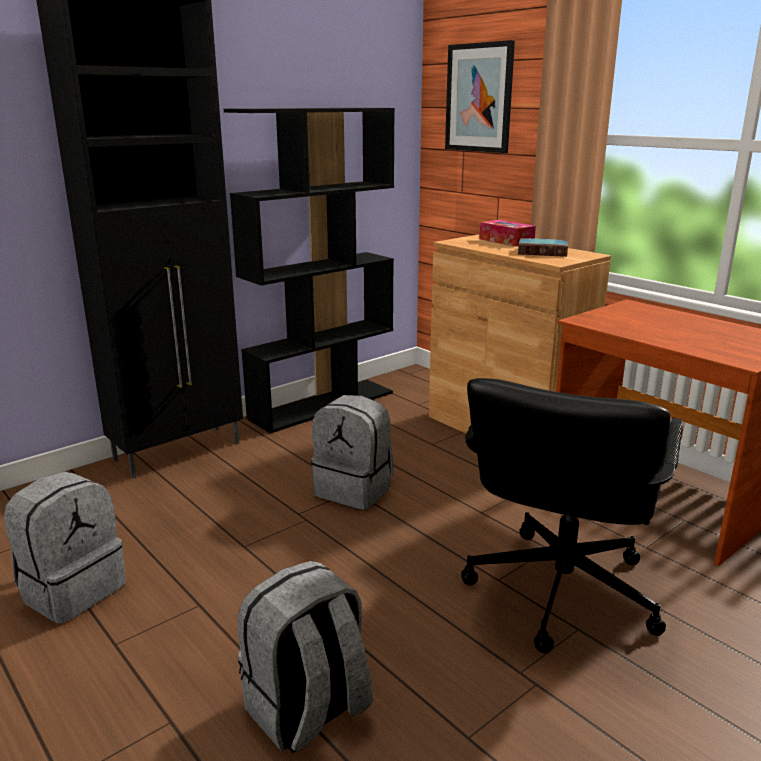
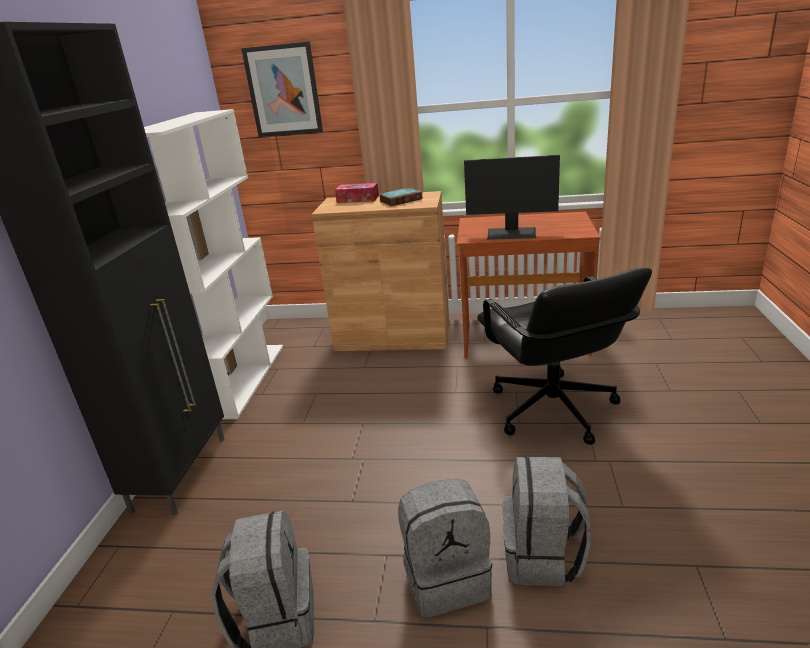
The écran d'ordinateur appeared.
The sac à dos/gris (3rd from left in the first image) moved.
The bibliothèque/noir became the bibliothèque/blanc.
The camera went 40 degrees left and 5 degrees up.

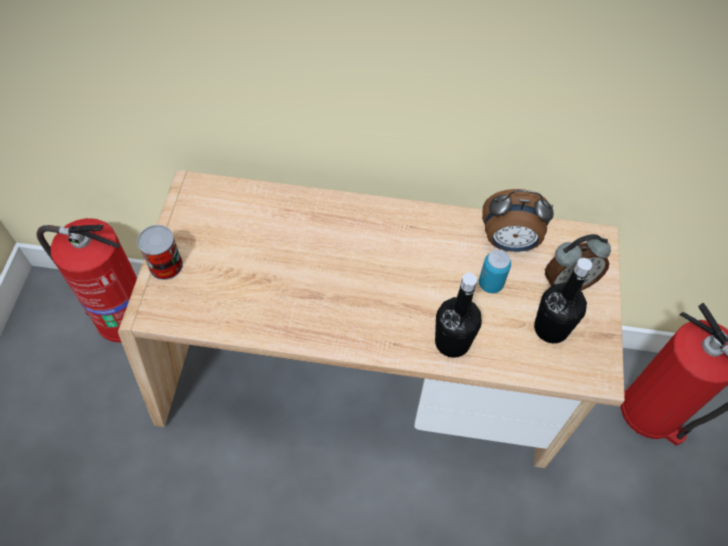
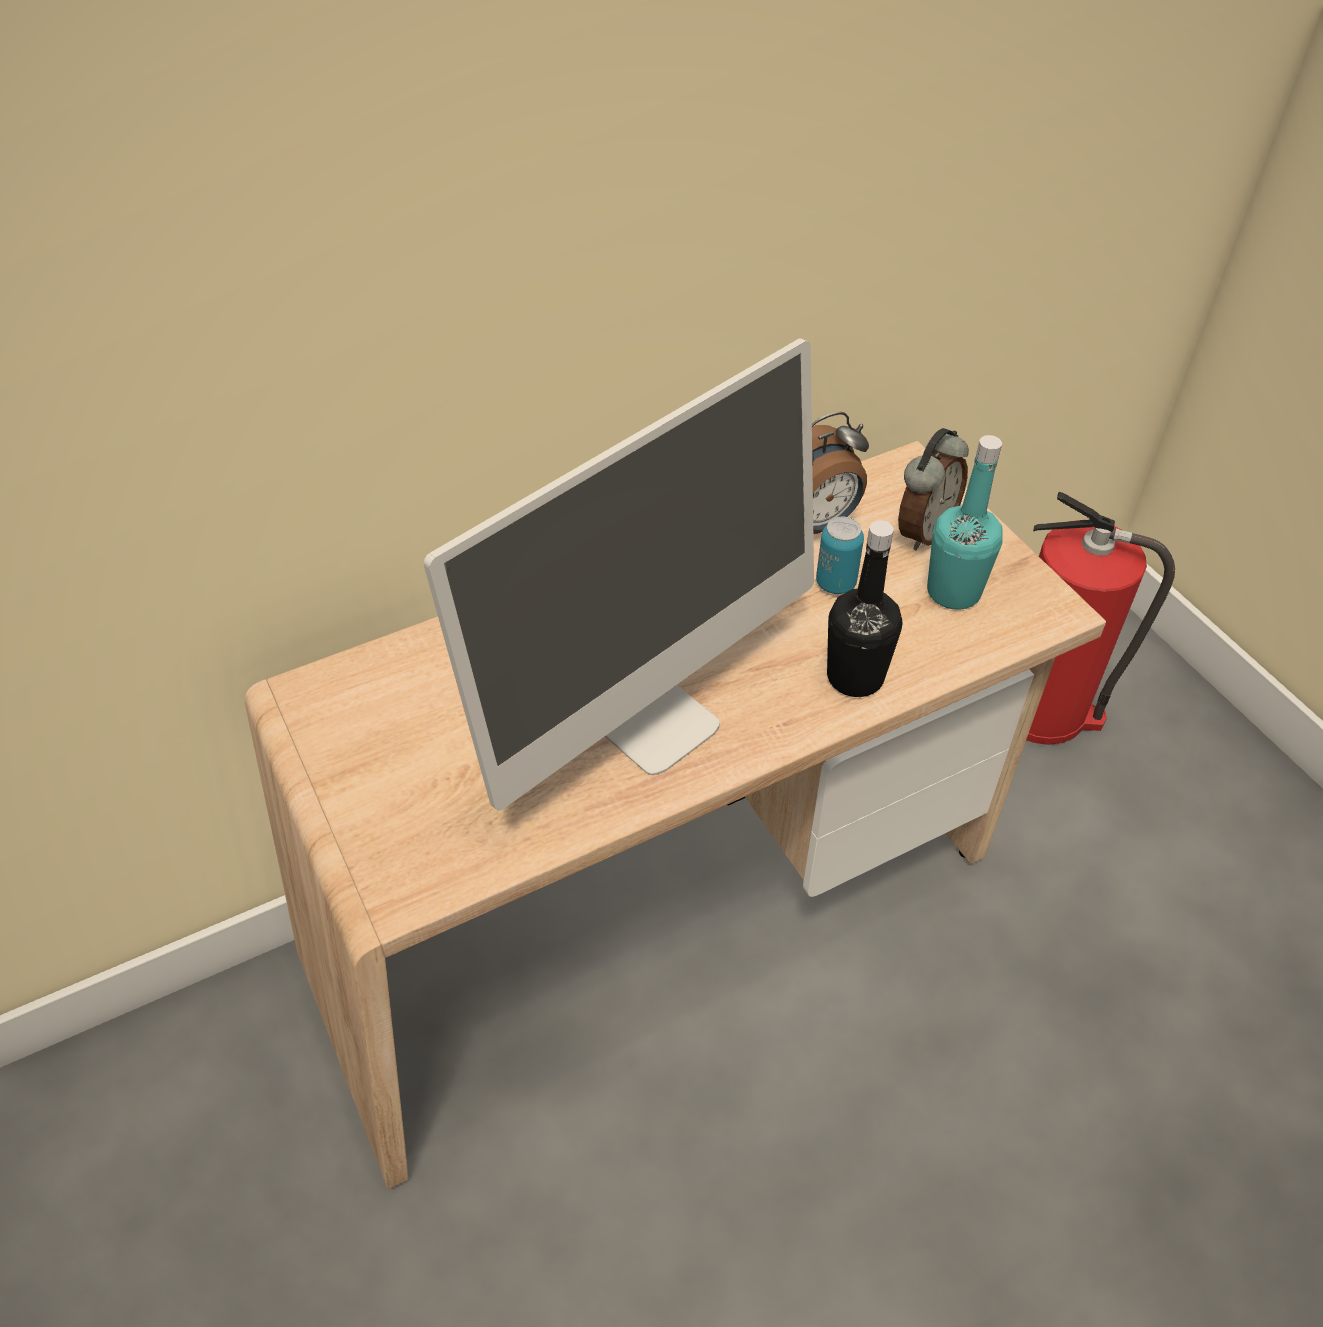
The extincteur (1st from left) disappeared.
The boîte métallique (1st from left) disappeared.
The écran d'ordinateur appeared.
The bouteille/noir (2nd from left) became the bouteille/turquoise.
The camera went 35 degrees left and 10 degrees down.

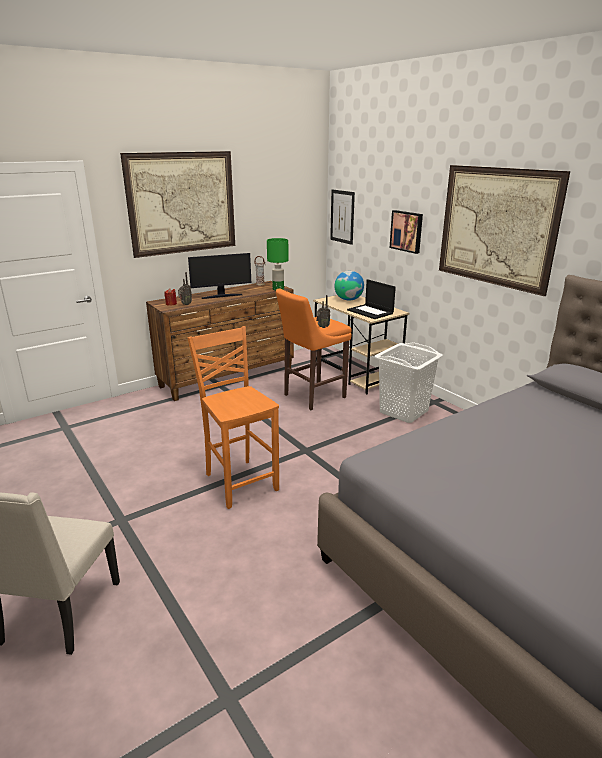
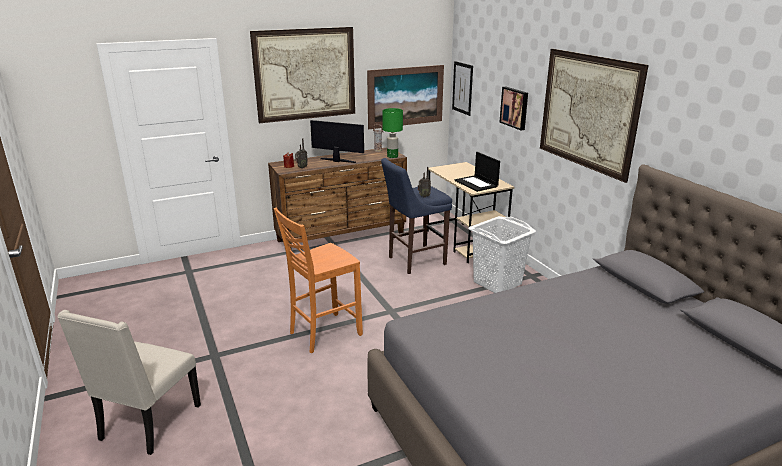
The globe disappeared.
The tableau (2nd from left) appeared.
The tabouret/orange became the tabouret/bleu.
The chaise/orange turned 105 degrees counterclockwise.
The écran d'ordinateur turned 150 degrees counterclockwise.
The camera went 10 degrees right and 0 degrees up.

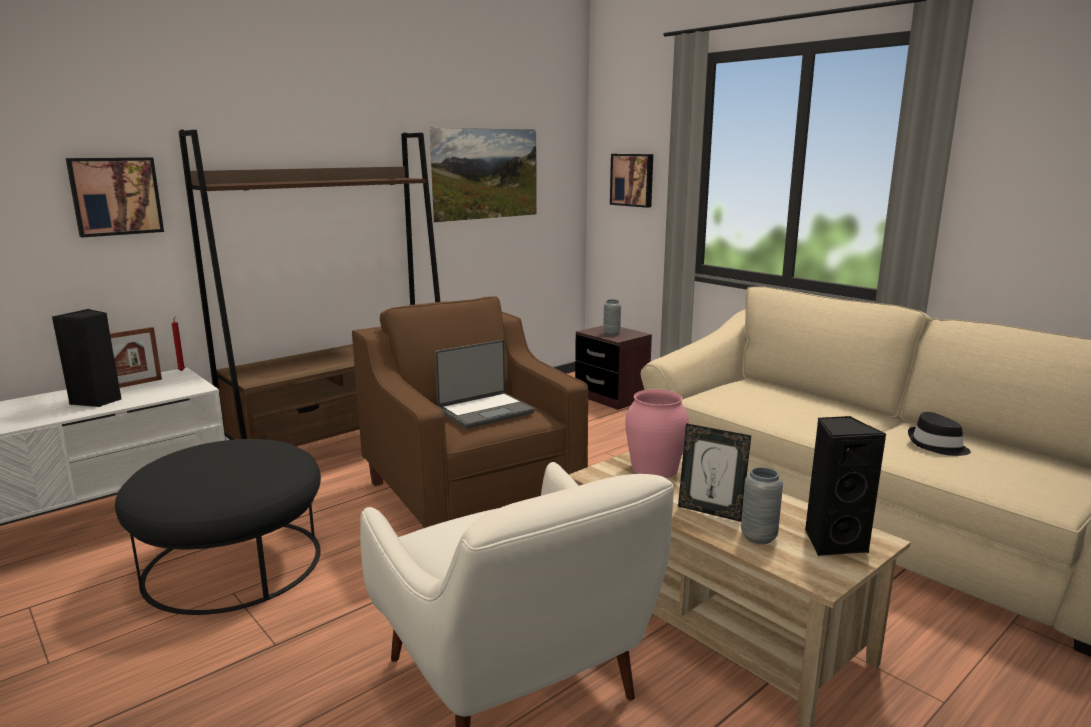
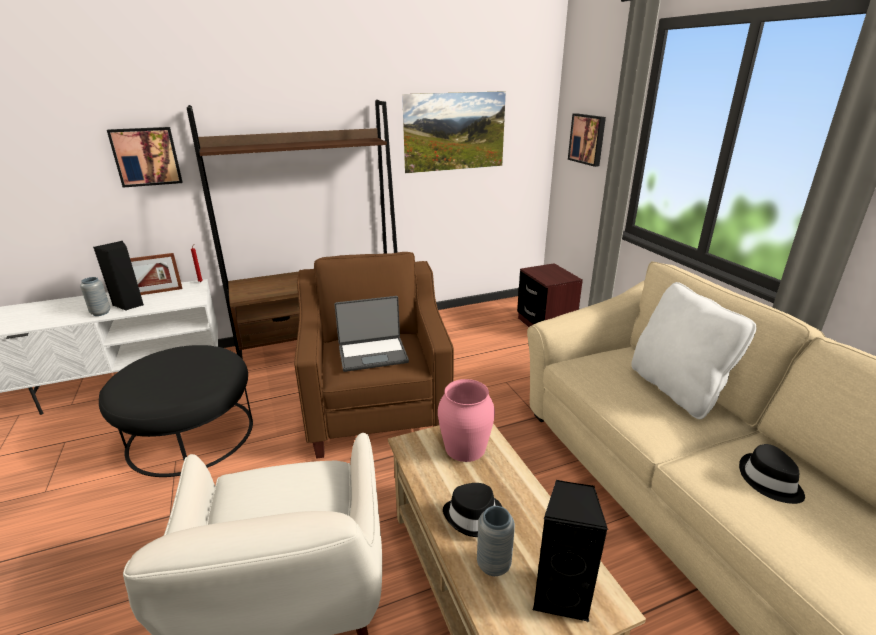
The coussin/blanc appeared.
The vase/gris (1st from left) moved.
The cadre photo (2nd from left) was replaced by the chapeau/noir (1st from left).
The camera went 20 degrees right and 10 degrees up.

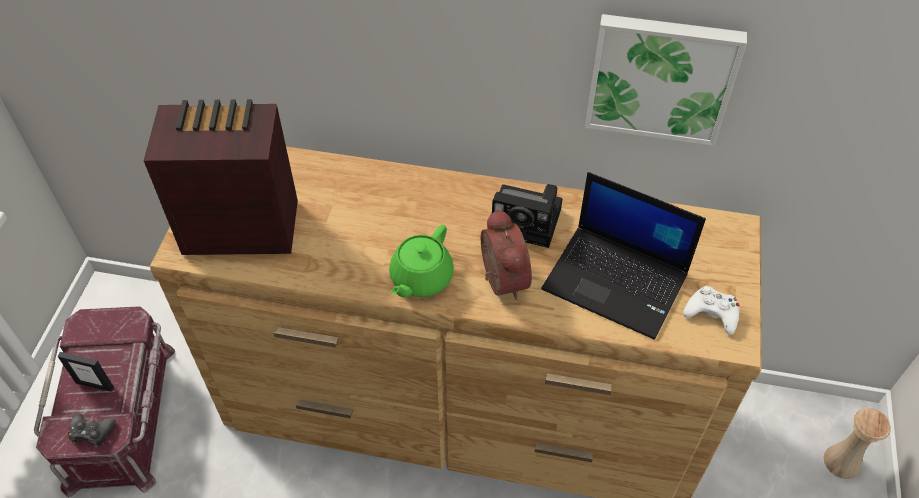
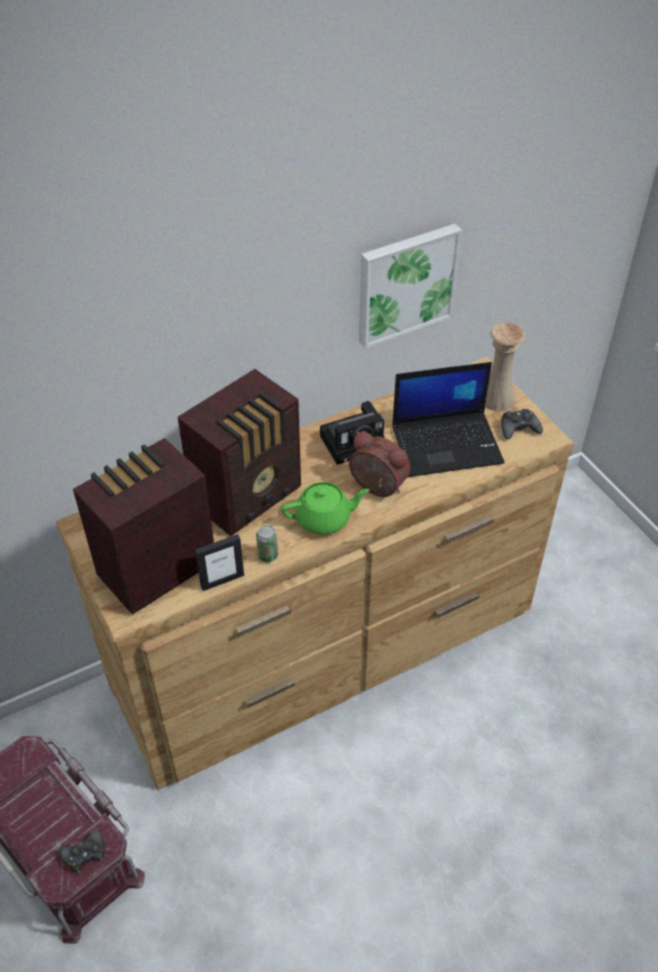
The radio (2nd from left) appeared.
The boîte métallique appeared.
The cadre photo moved.
The vase/beige moved.
The manette/blanc became the manette/noir (2nd from left).
The théière/vert turned 90 degrees counterclockwise.
The camera went 40 degrees left and 5 degrees down.

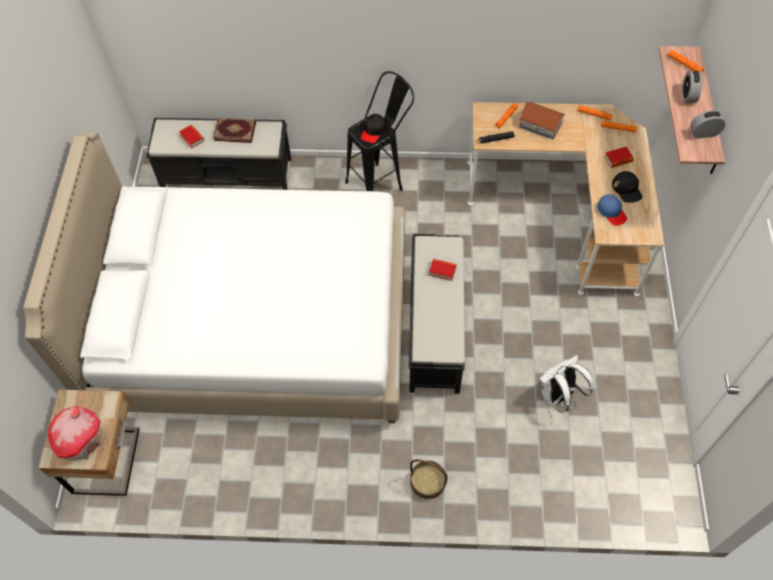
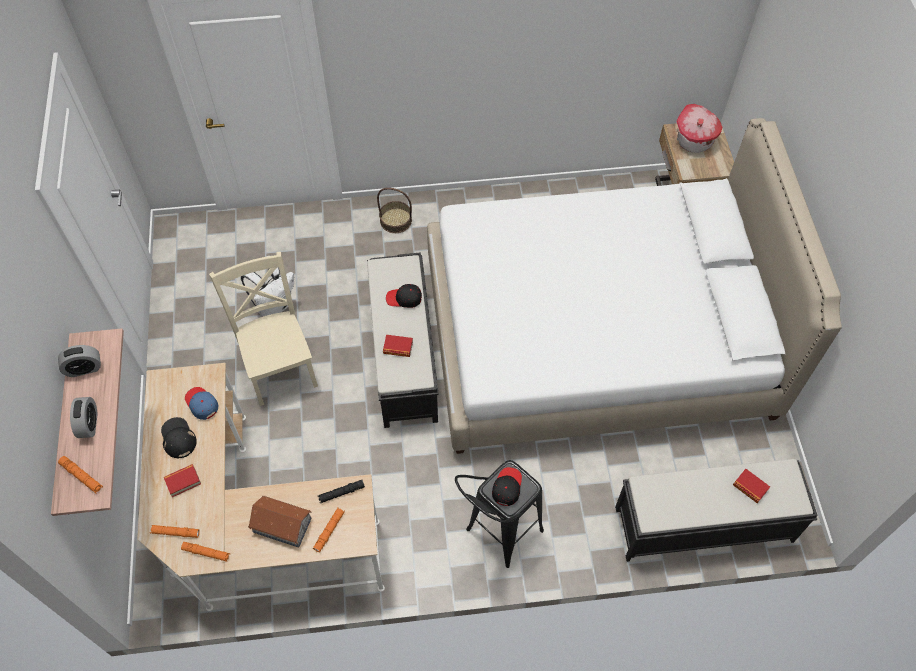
The livre (2nd from left) disappeared.
The chaise/beige appeared.
The casquette/noir (2nd from left) appeared.
The camera went 170 degrees right and 0 degrees up.

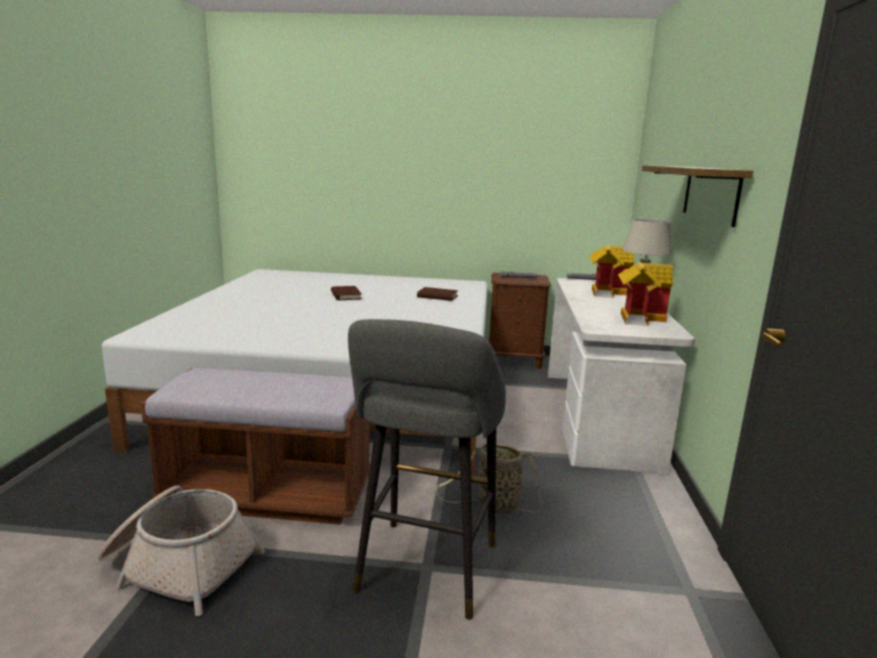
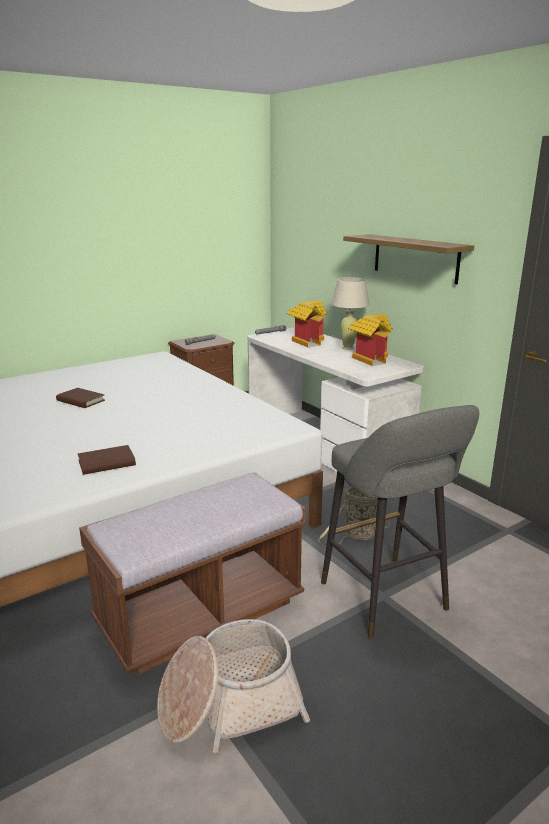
The livre/marron (2nd from left) moved.
The camera went 40 degrees left and 5 degrees up.

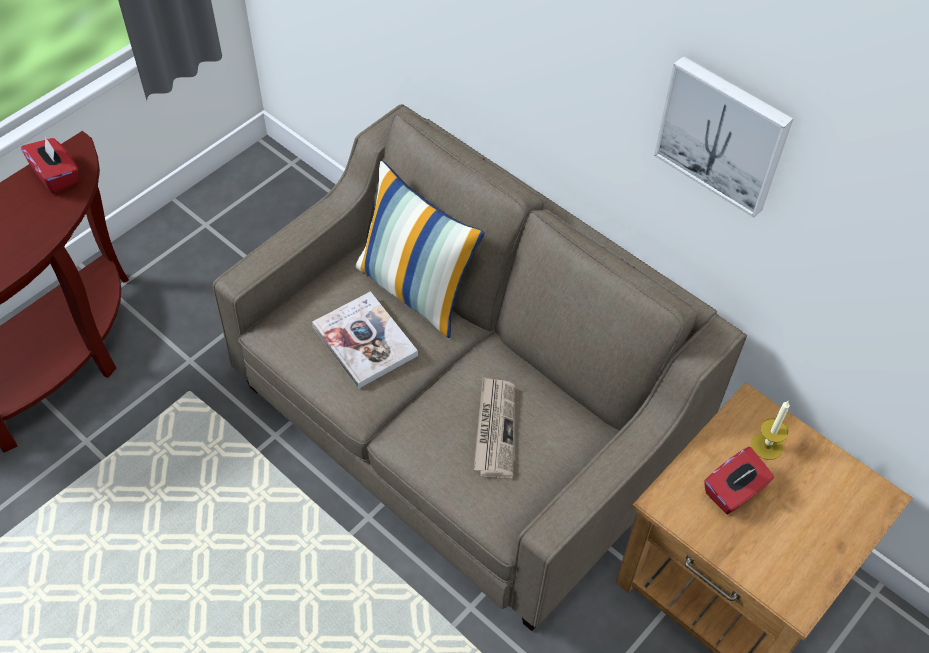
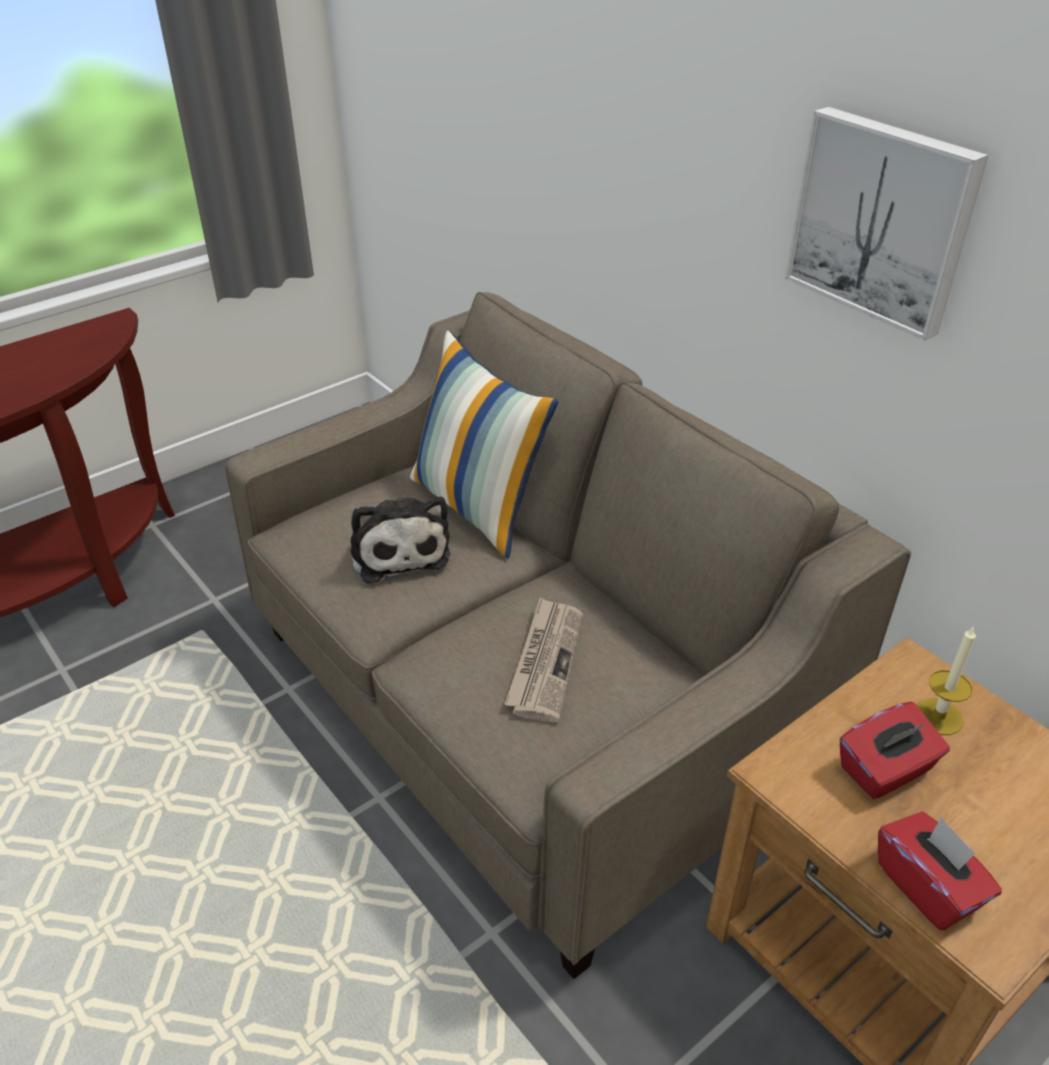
The boîte à mouchoirs/rouge (1st from left in the first image) moved.
The livre was replaced by the peluche.
The camera went 10 degrees right and 15 degrees down.

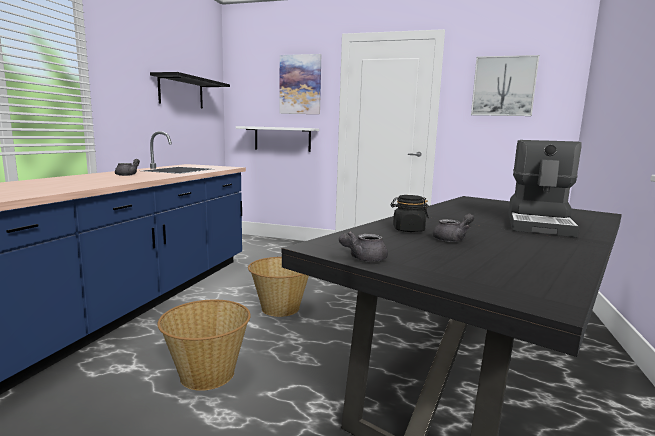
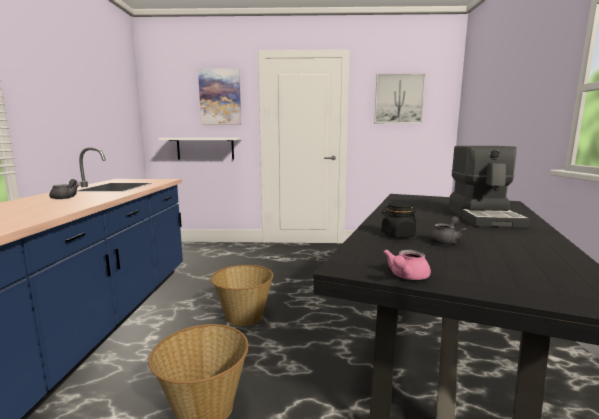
The étagère/noir disappeared.
The théière/gris (2nd from left) became the théière/rose.
The camera went 15 degrees left and 0 degrees up.

